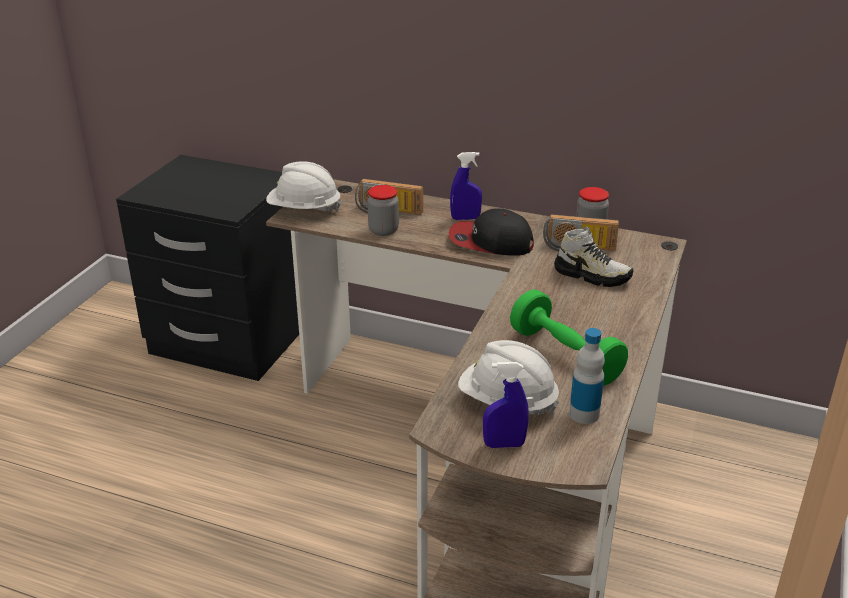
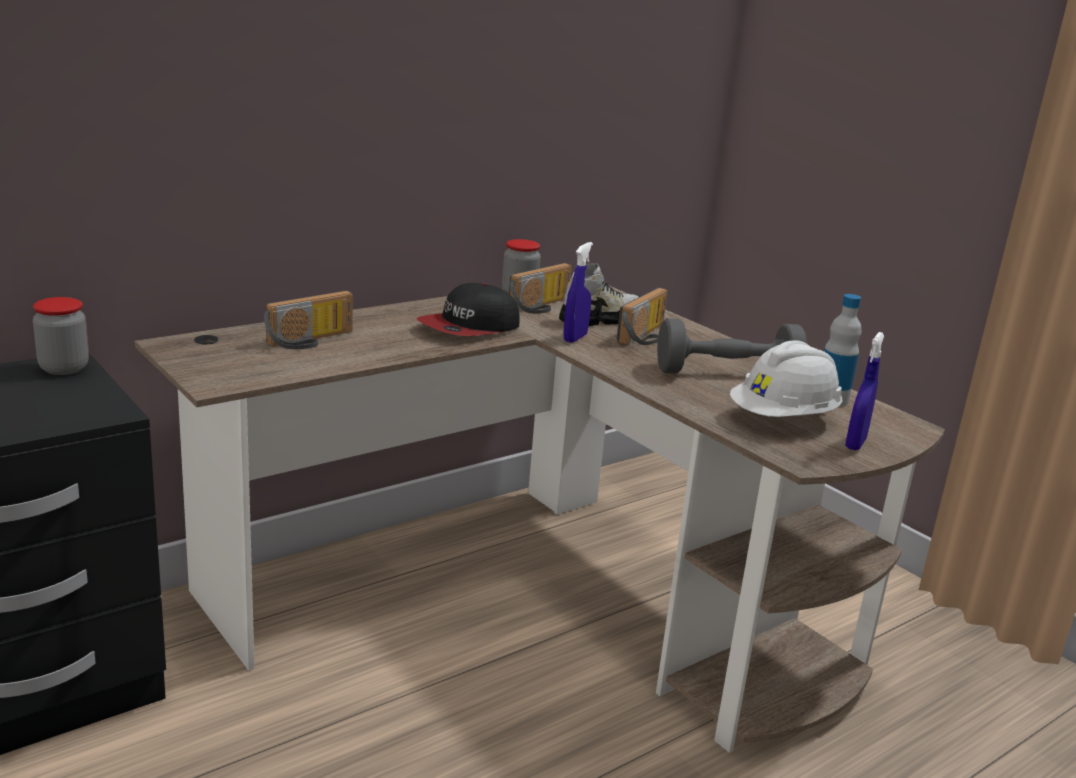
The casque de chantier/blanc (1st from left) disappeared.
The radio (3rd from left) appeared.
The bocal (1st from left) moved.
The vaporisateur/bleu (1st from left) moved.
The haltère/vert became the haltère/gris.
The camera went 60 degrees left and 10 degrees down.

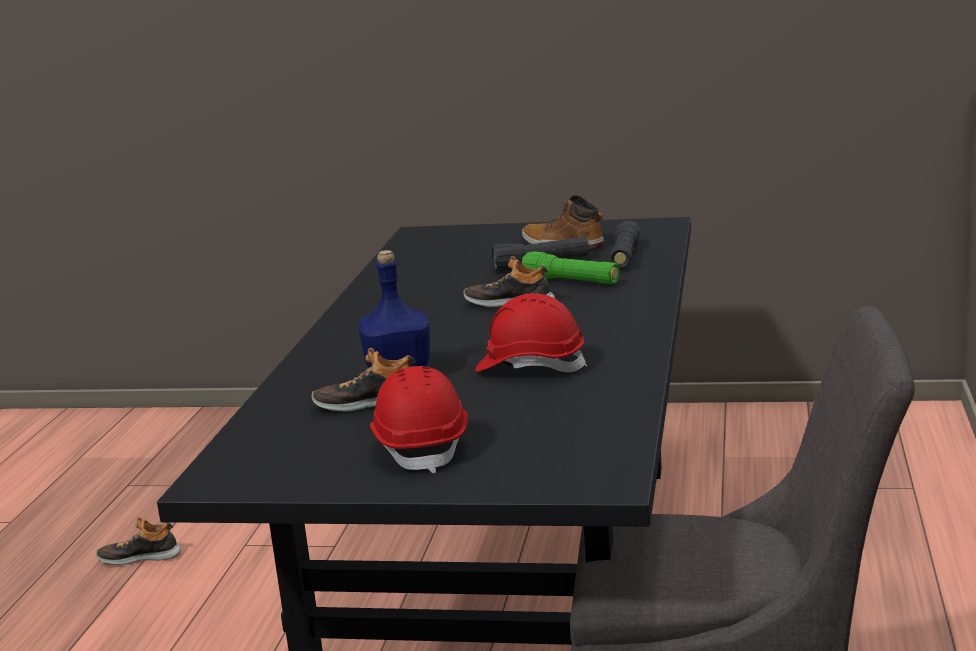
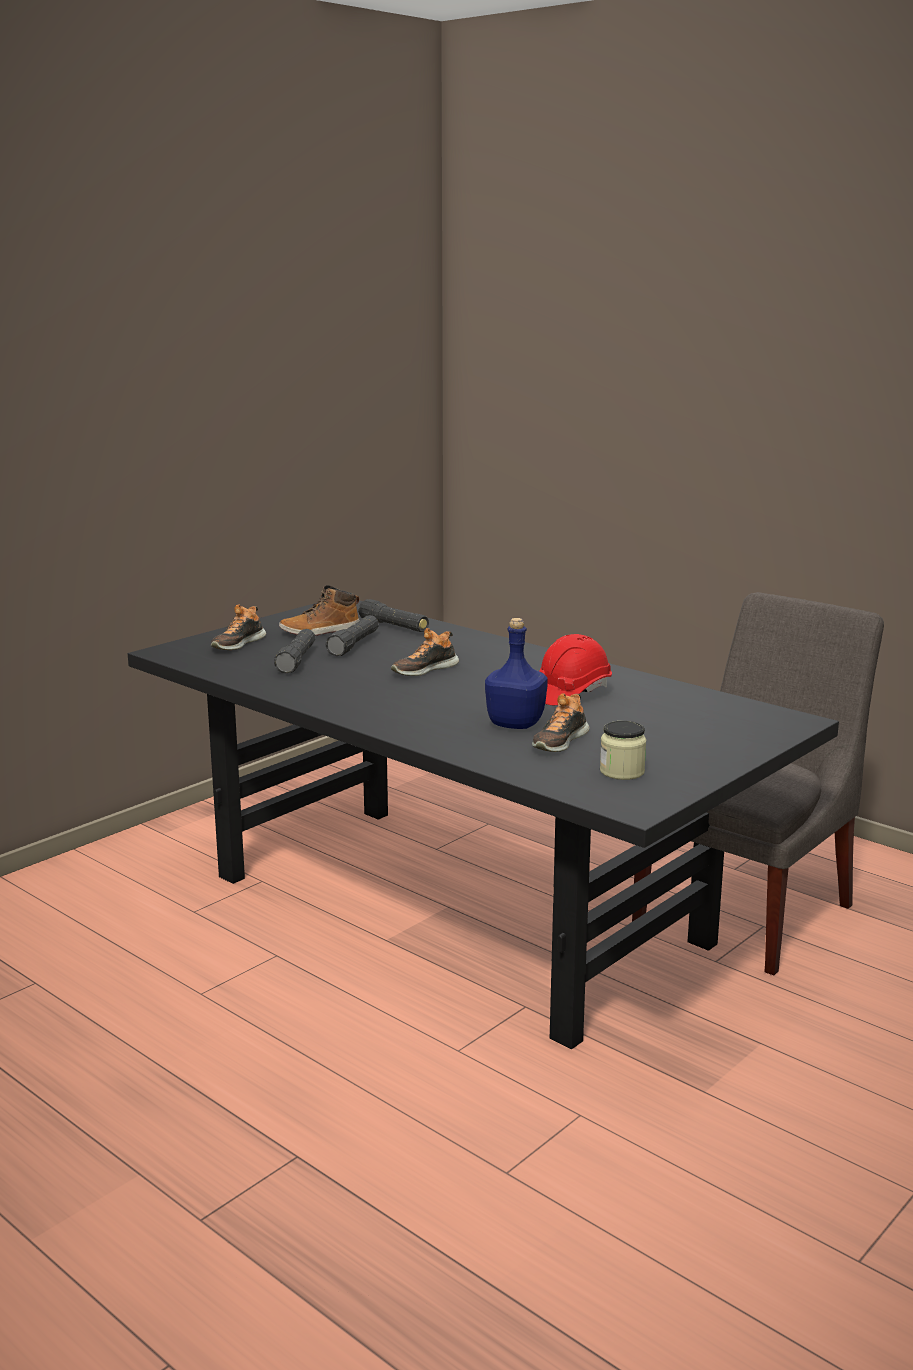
The casque de chantier/rouge (1st from left) disappeared.
The lampe de poche/vert disappeared.
The lampe de poche/noir (1st from left) appeared.
The bocal appeared.
The chaussure (1st from left) moved.
The camera went 60 degrees left and 0 degrees up.

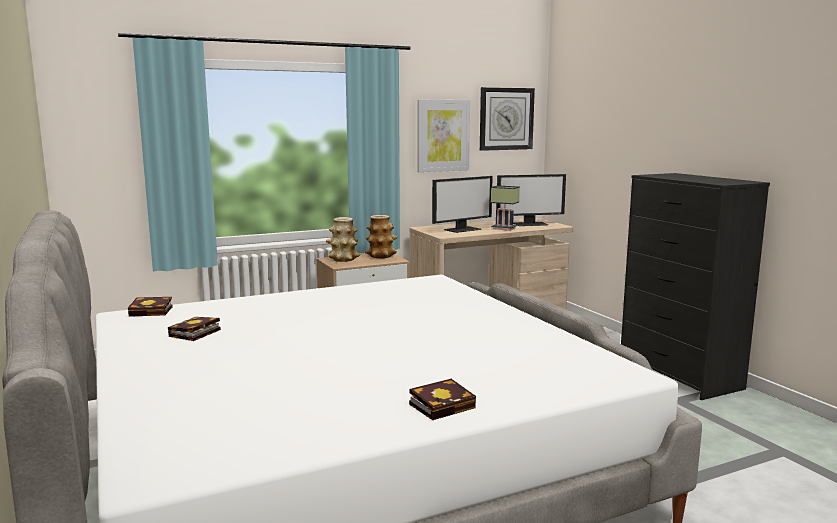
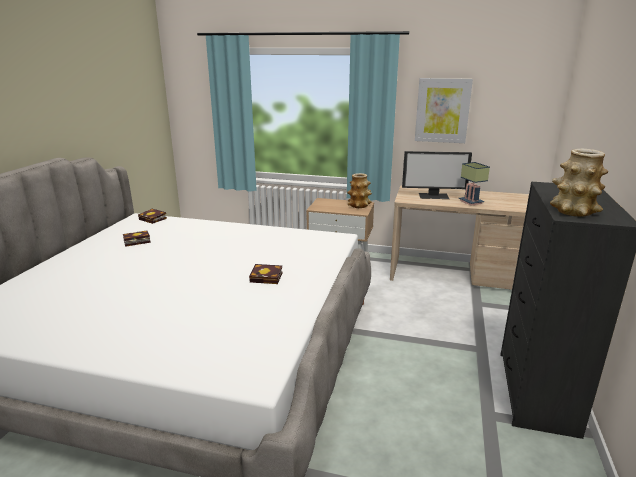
The horloge murale disappeared.
The écran d'ordinateur (2nd from left) disappeared.
The vase (1st from left in the first image) moved.
The livre (3rd from left) moved.
The camera went 40 degrees right and 10 degrees up.

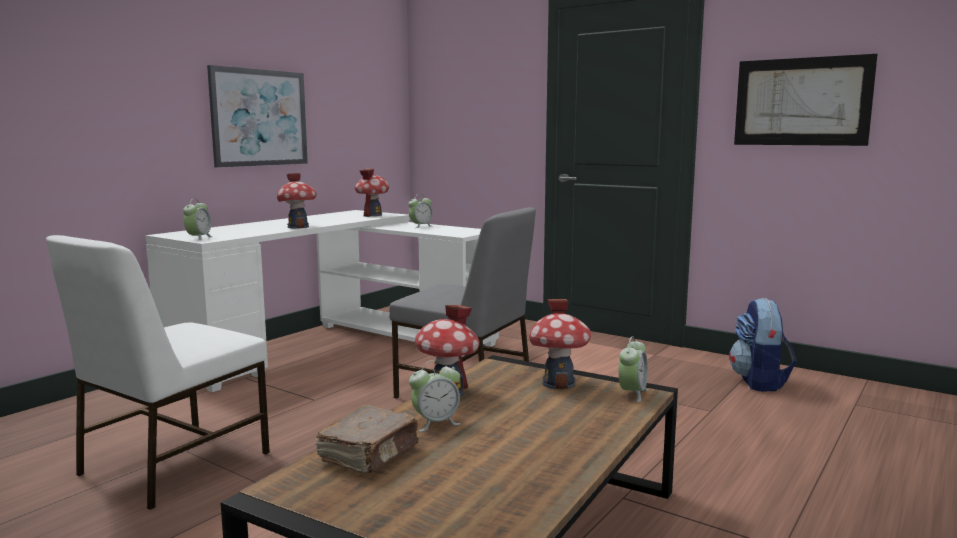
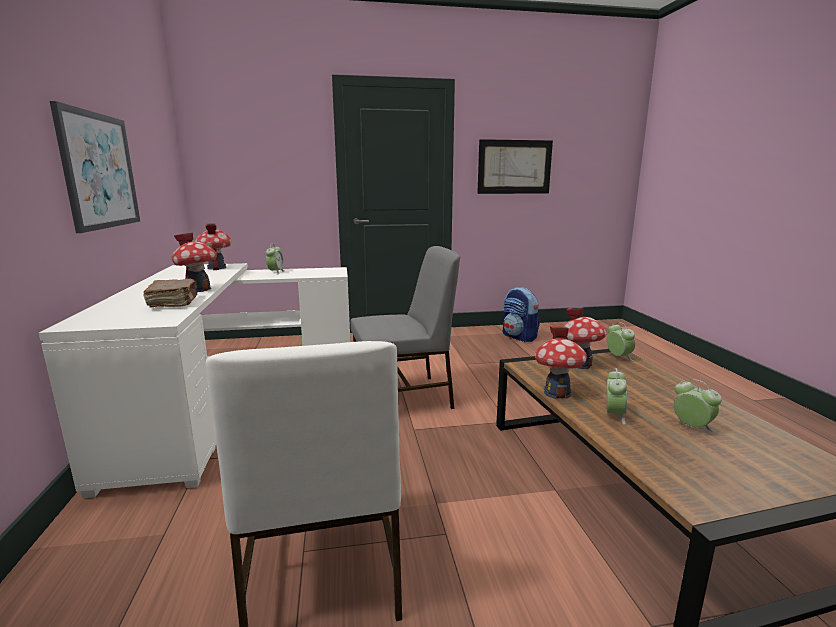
The réveil (1st from left in the first image) moved.
The livre/marron moved.
The camera went 45 degrees left and 5 degrees up.

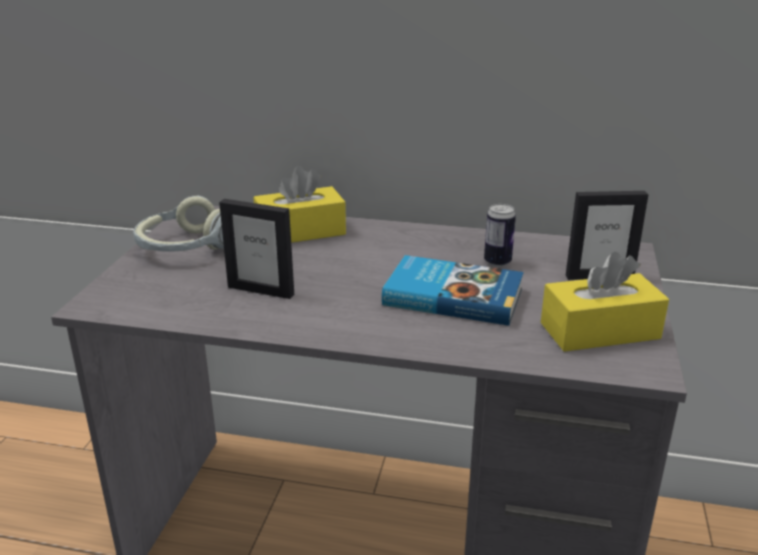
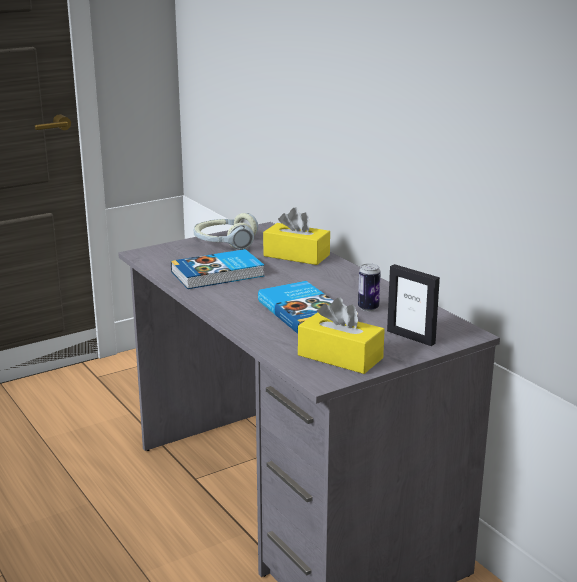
The cadre photo (1st from left) was replaced by the livre (1st from left).
The camera went 45 degrees right and 5 degrees down.

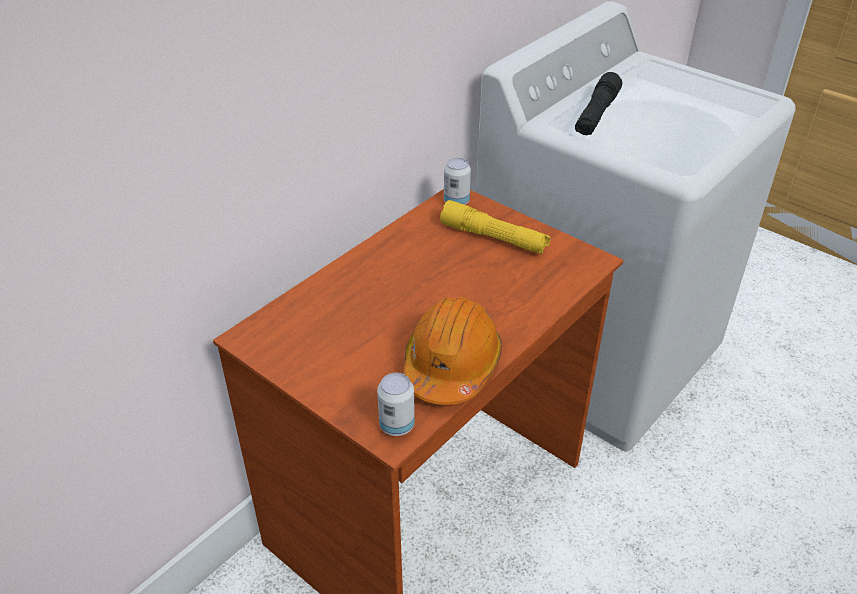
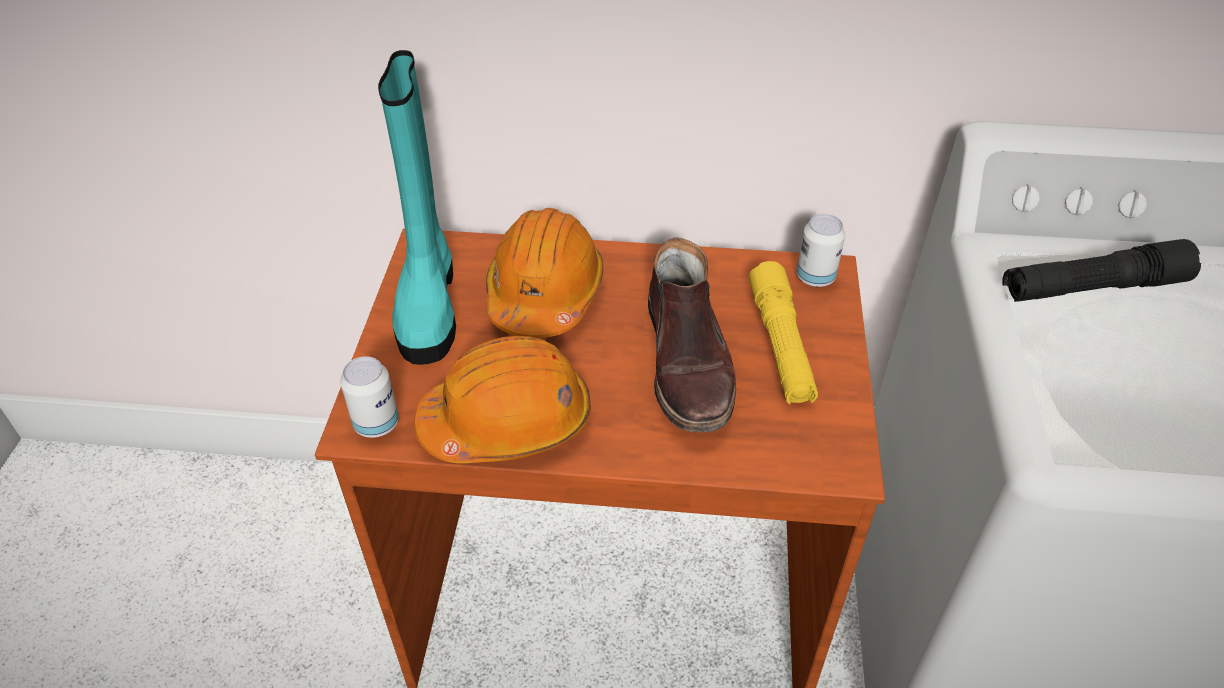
The botte/turquoise appeared.
The casque de chantier/orange (2nd from left) appeared.
The botte/marron appeared.
The camera went 55 degrees right and 5 degrees up.

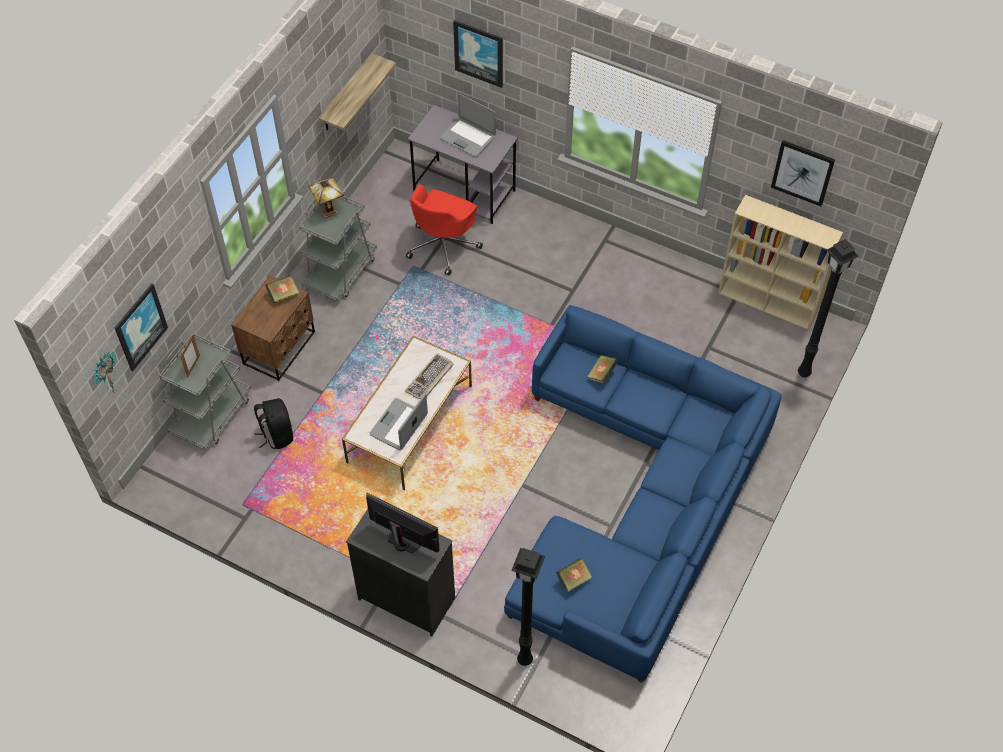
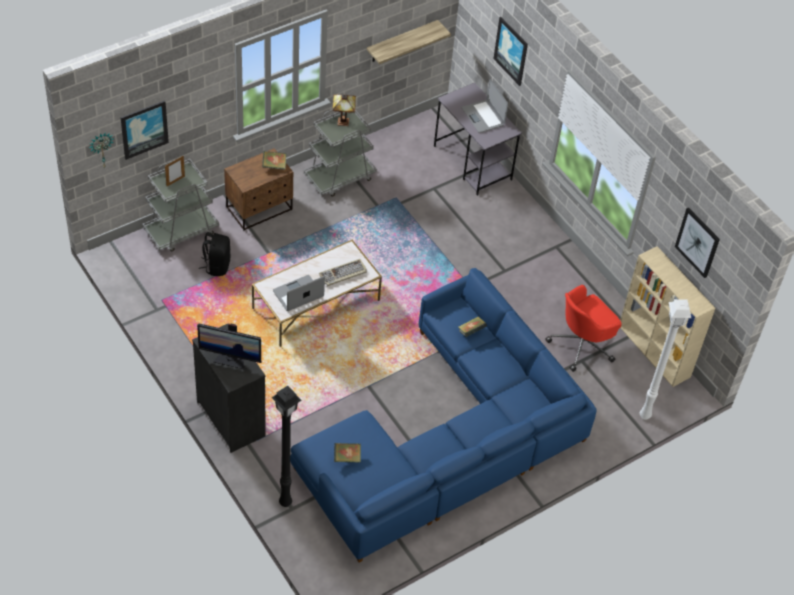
The chaise de bureau/rouge moved.
The lampadaire/noir (2nd from left) became the lampadaire/blanc.
The écran d'ordinateur turned 135 degrees clockwise.
The camera went 25 degrees right and 5 degrees down.

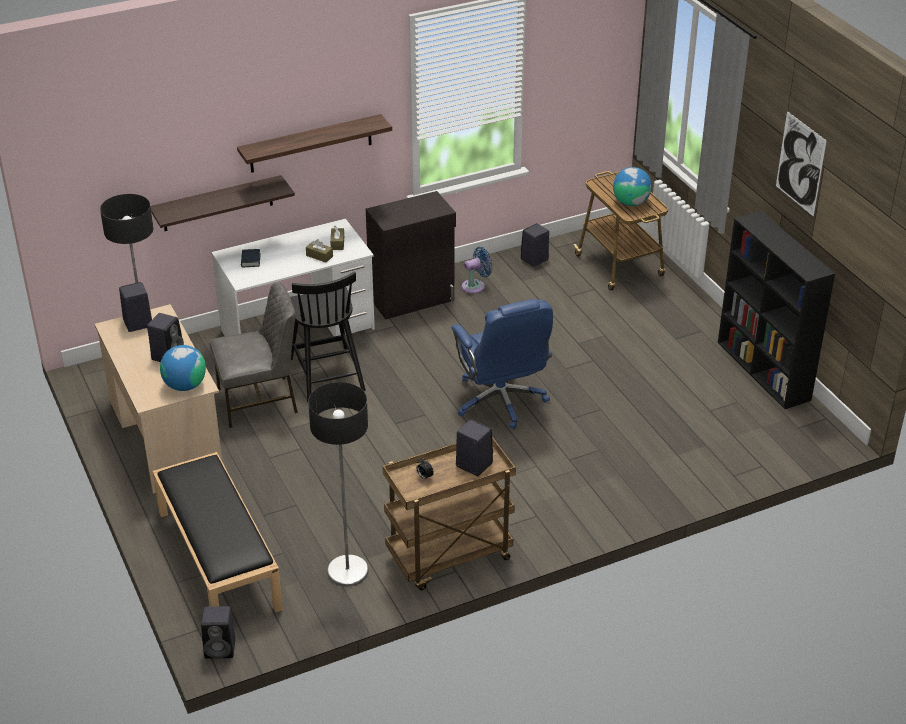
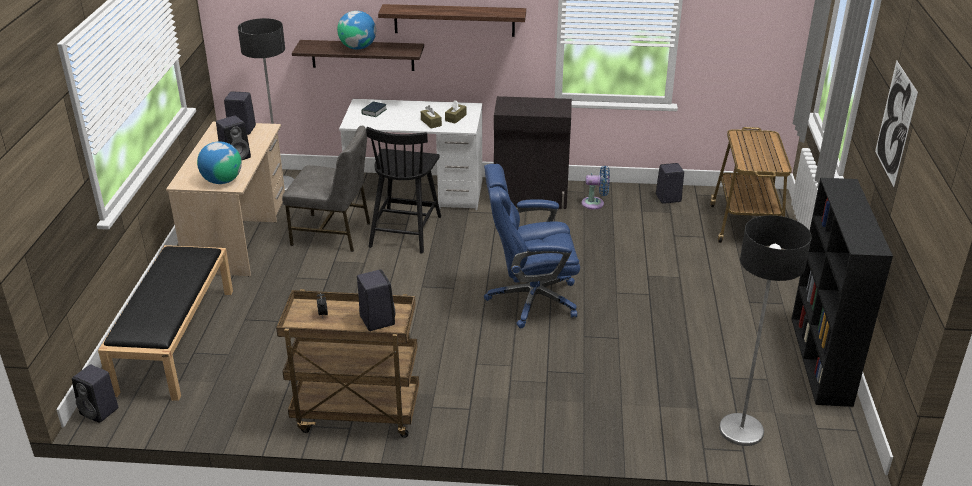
The lampadaire (2nd from left) moved.
The globe (2nd from left) moved.
The chaise de bureau/bleu turned 75 degrees clockwise.
The camera went 30 degrees right and 5 degrees down.

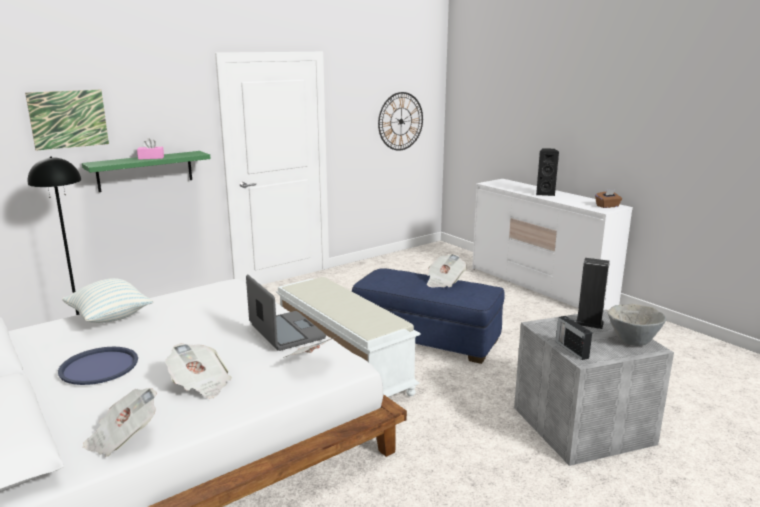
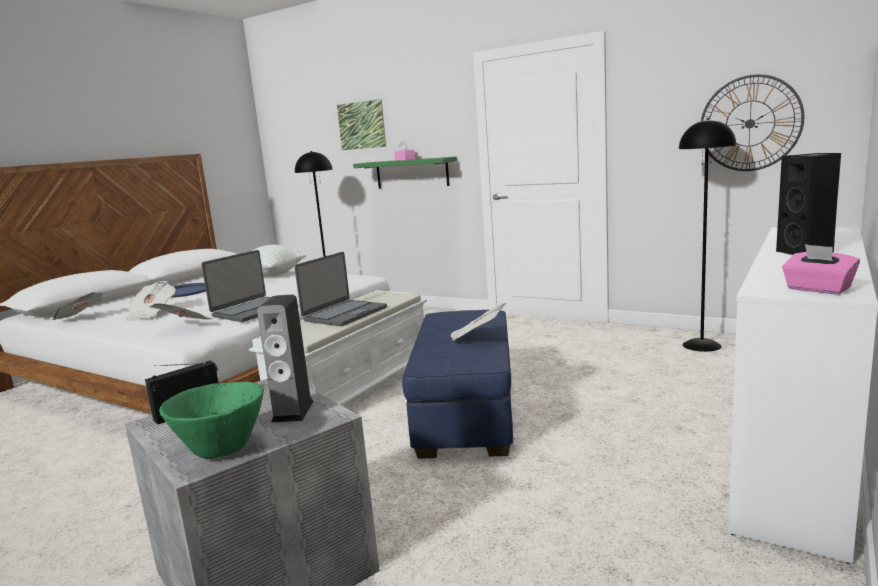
The ordinateur portable (2nd from left) appeared.
The lampadaire/noir (2nd from left) appeared.
The boîte à mouchoirs/marron became the boîte à mouchoirs/rose (2nd from left).
The bol/gris became the bol/vert.
The camera went 70 degrees right and 5 degrees down.

